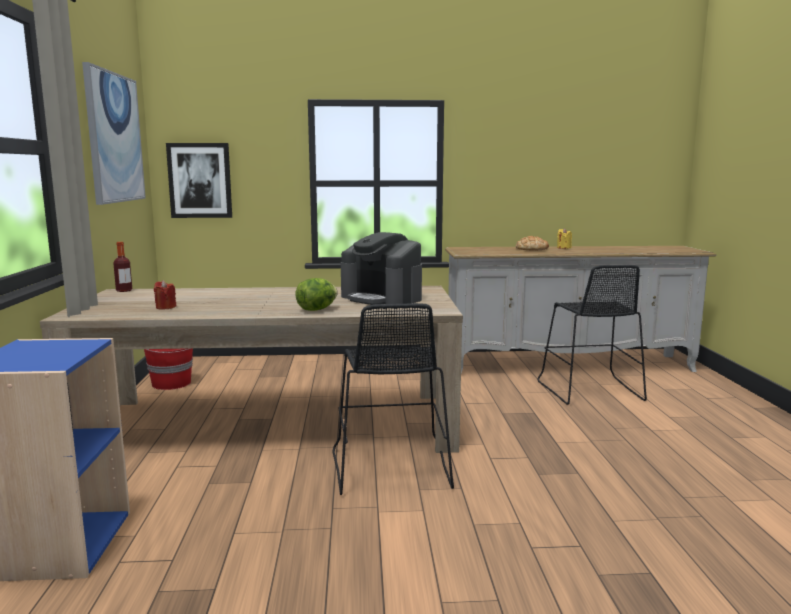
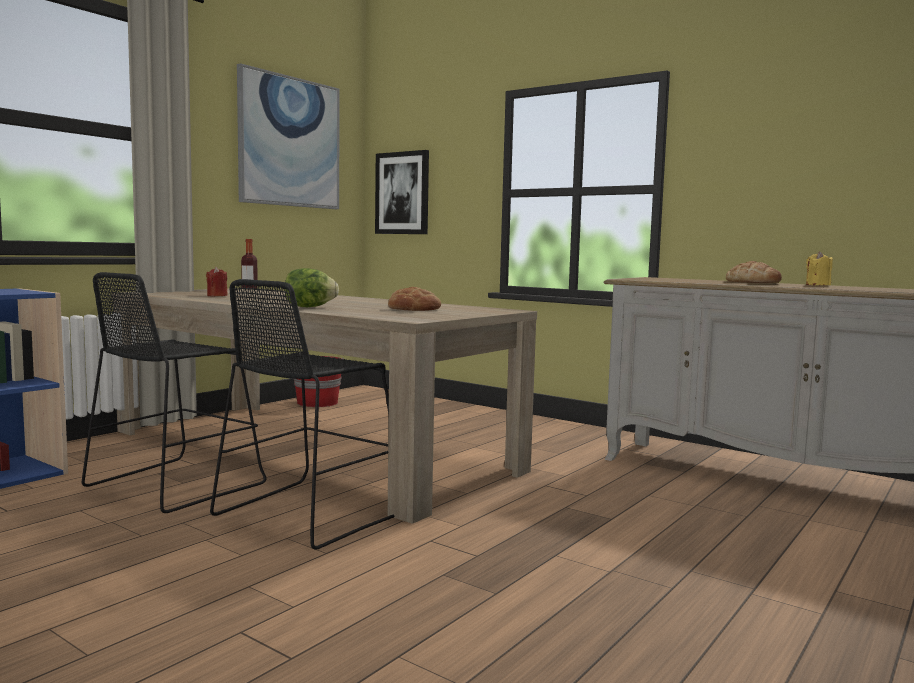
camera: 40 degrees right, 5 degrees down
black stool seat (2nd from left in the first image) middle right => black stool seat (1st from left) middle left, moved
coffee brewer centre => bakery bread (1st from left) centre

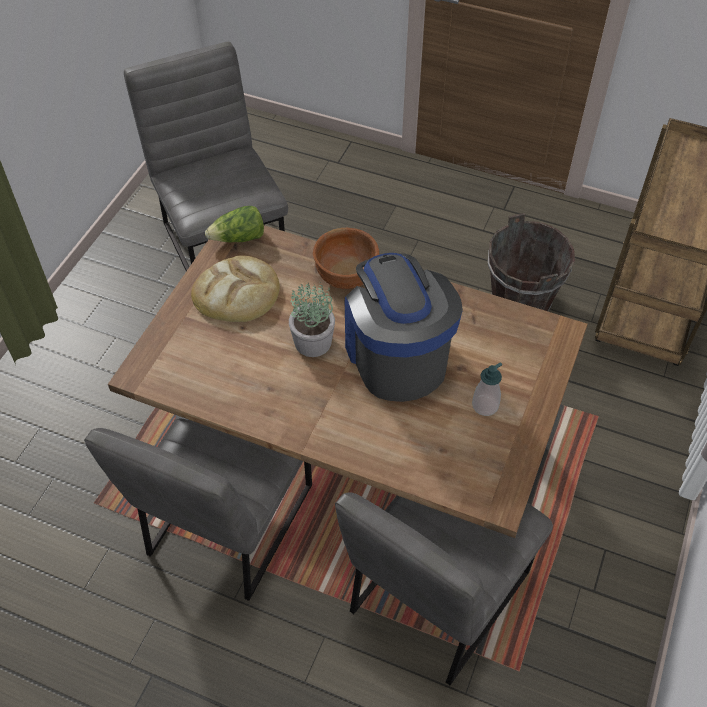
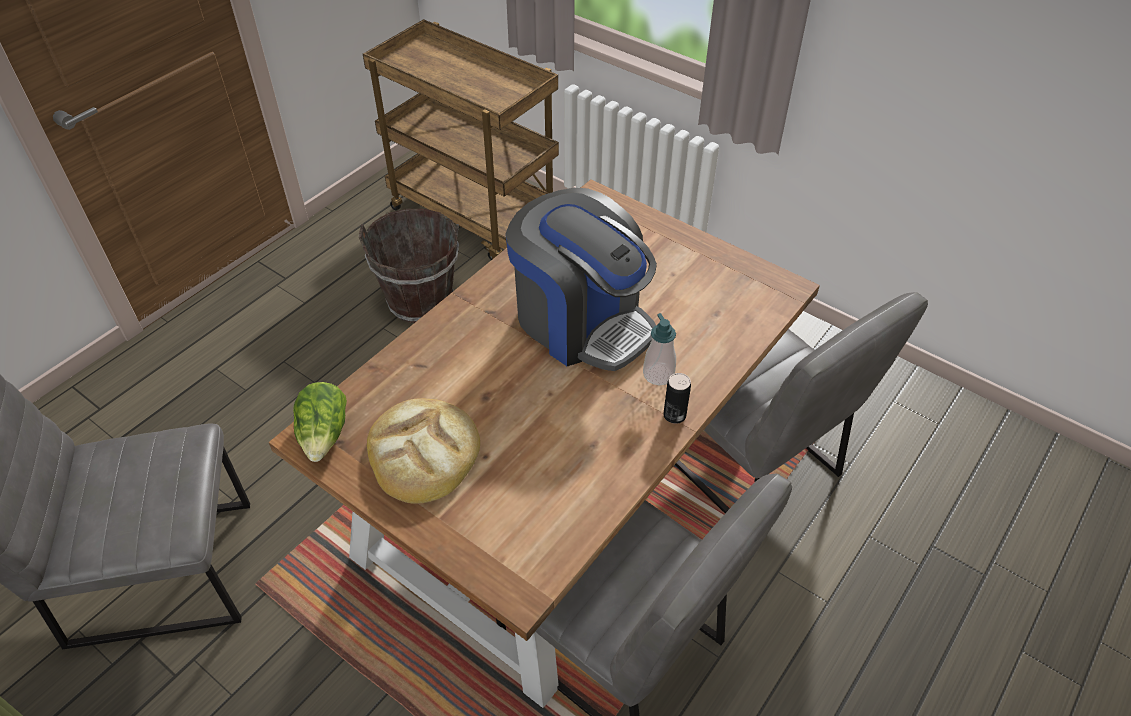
camera: 75 degrees left, 5 degrees down
coffee brewer centre, 135 degrees counterclockwise
liquid soap bottle middle right => liquid soap bottle centre, moved
nothing => sealed can centre
houseplant centre => nothing
brownish deep dish centre => nothing

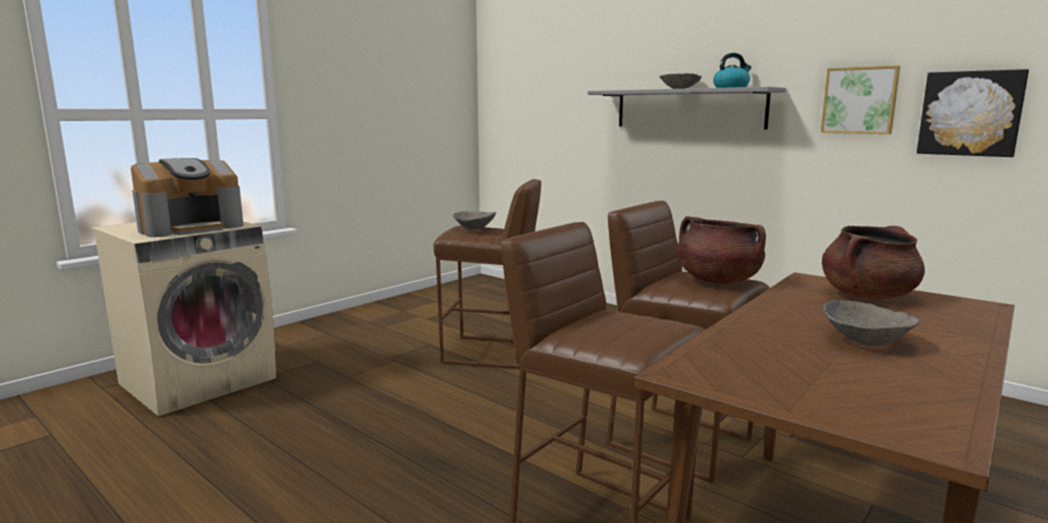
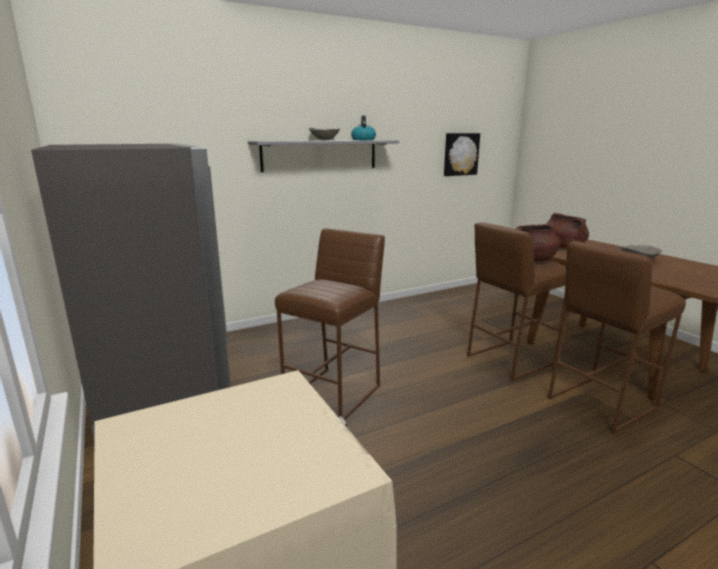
camera: 70 degrees left, 5 degrees up
nothing => grey refrigerator middle left
coffee brewer middle left => nothing
grey deep dish (1st from left) centre => nothing
picture (1st from left) top right => nothing

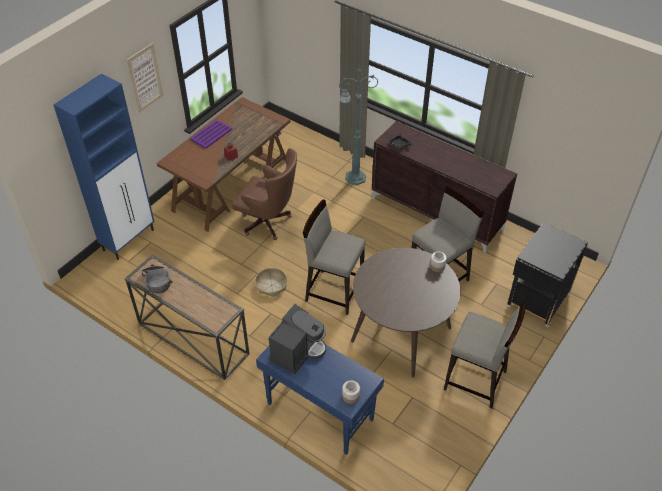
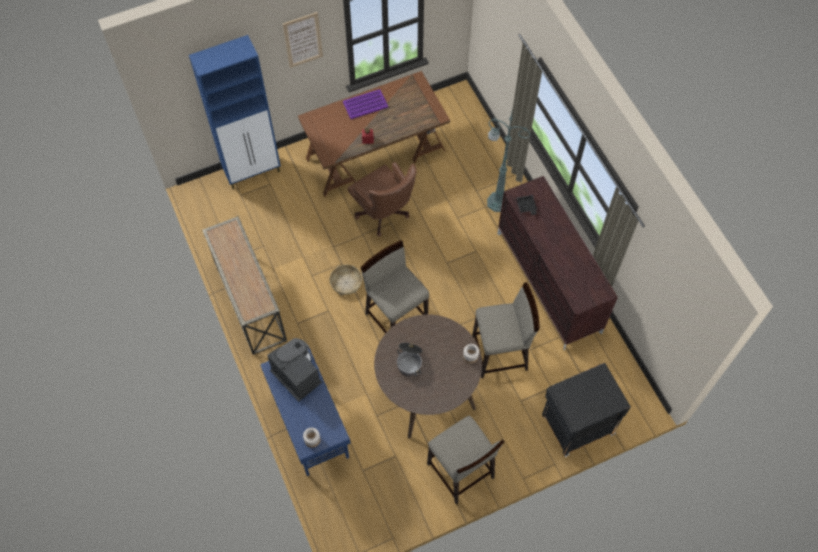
camera: 30 degrees right, 15 degrees up
coffee brewer bottom centre, 105 degrees counterclockwise
cooking pot middle left => cooking pot centre, moved

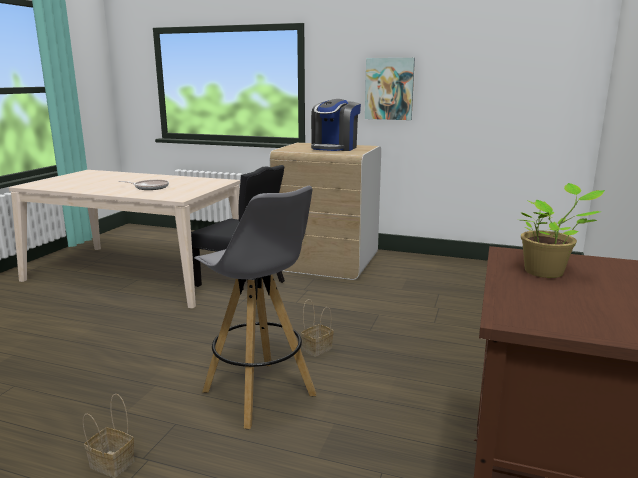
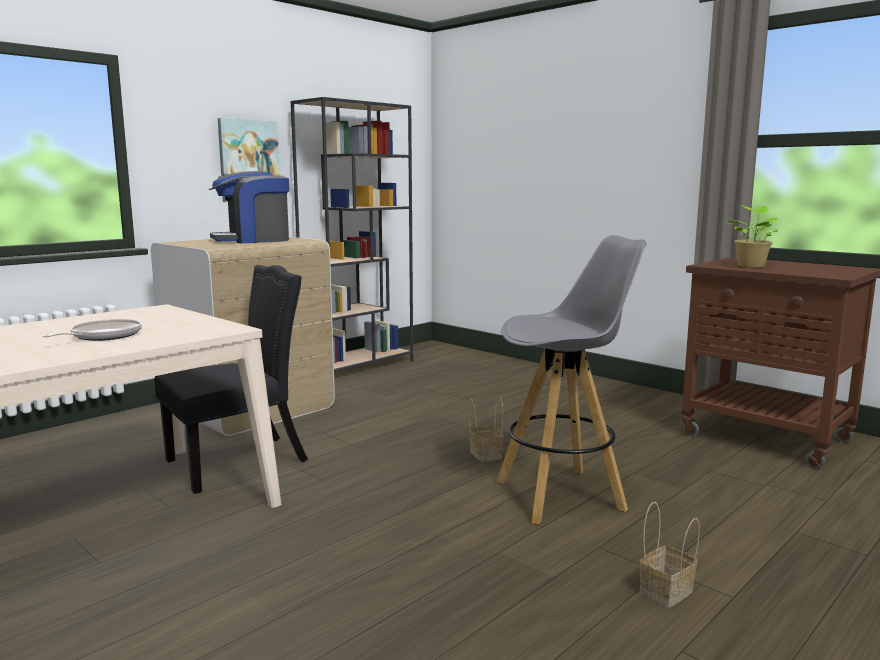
camera: 65 degrees left, 5 degrees down
coffee brewer top centre => coffee brewer top left, 105 degrees clockwise
nothing => bookcase centre

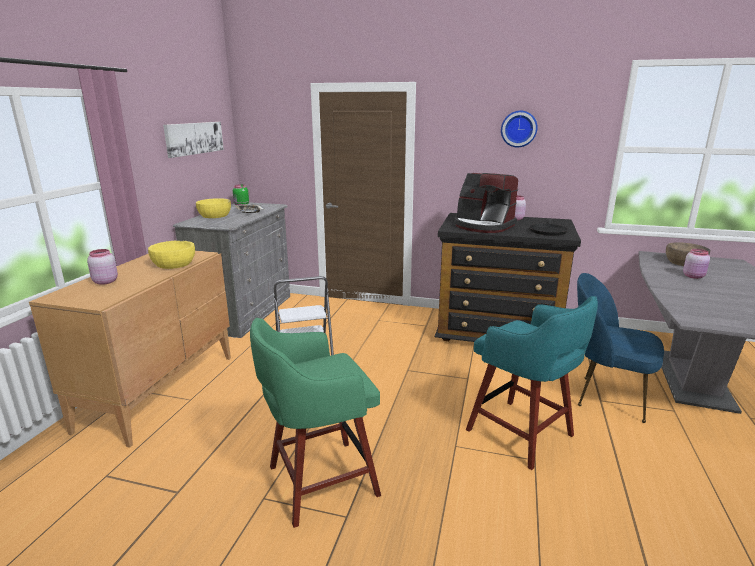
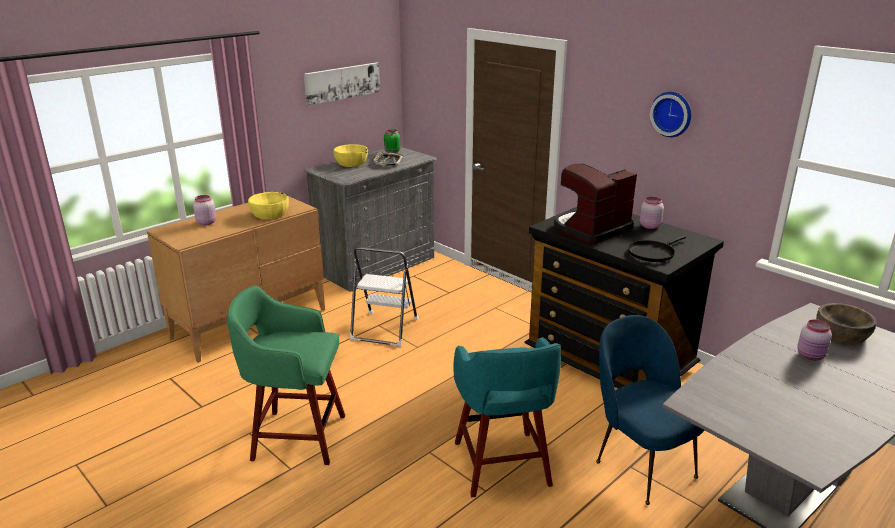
camera: 30 degrees right, 5 degrees up
coffee brewer centre, 75 degrees clockwise

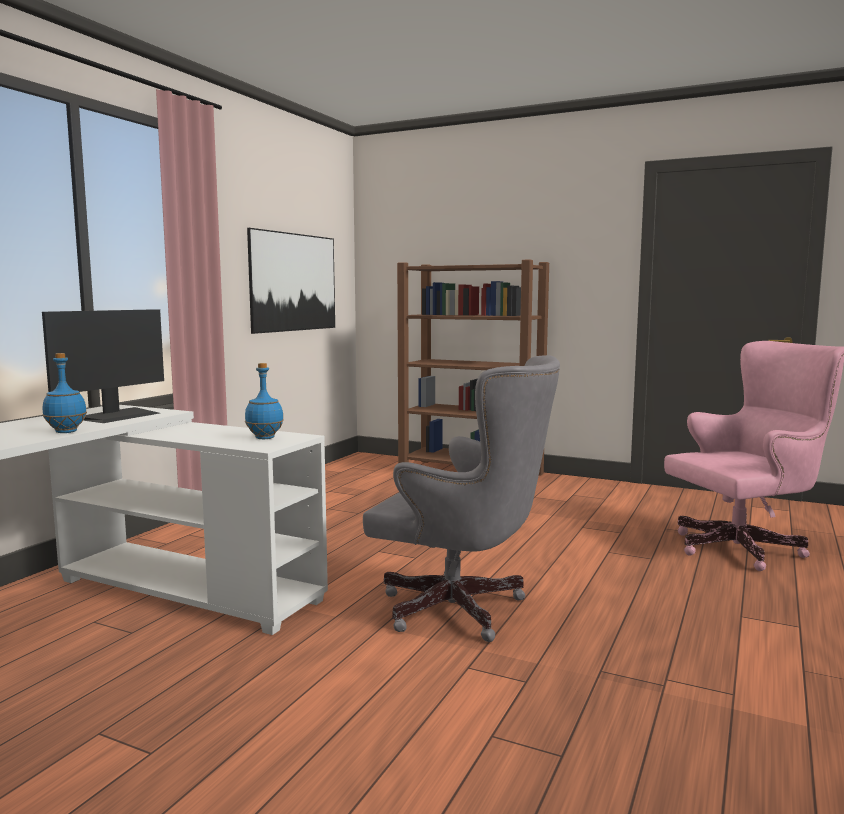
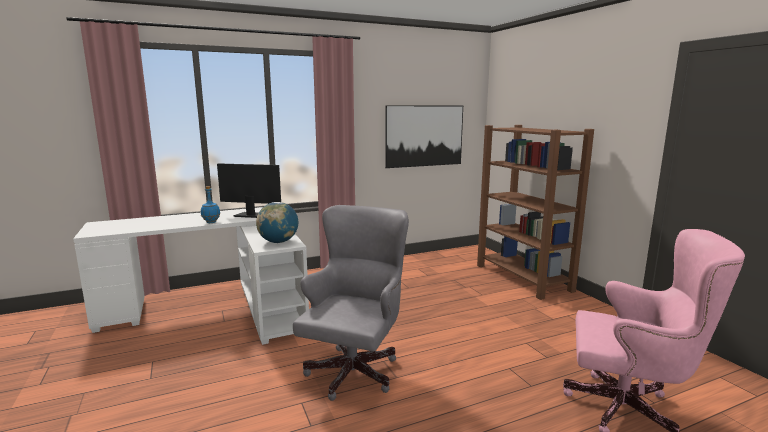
camera: 40 degrees right, 5 degrees up
computer display middle left, 150 degrees counterclockwise
bluish beverage bottle (2nd from left) middle left => world globe centre
grey office chair centre => grey office chair bottom centre, 135 degrees counterclockwise

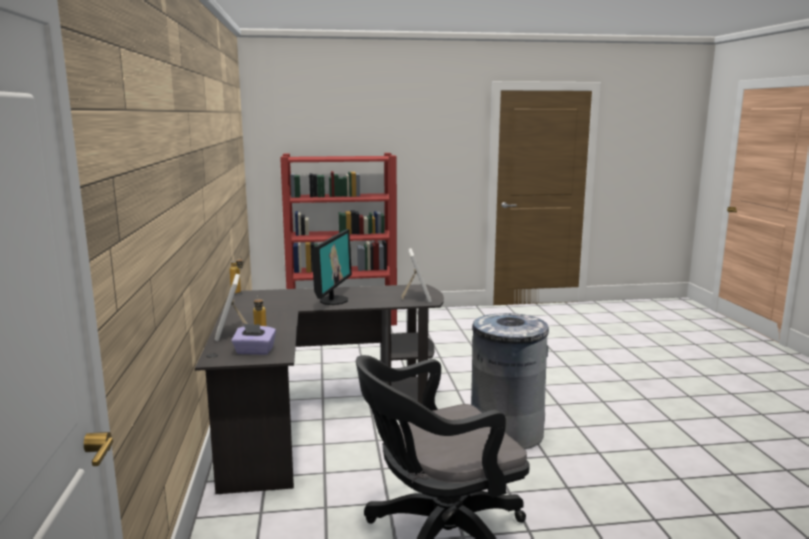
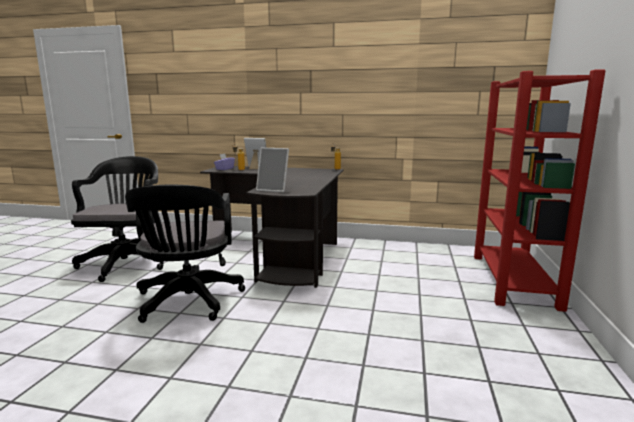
camera: 110 degrees right, 0 degrees up
grey rubbish bin bottom centre => black office chair (2nd from left) middle left
computer display centre => nothing

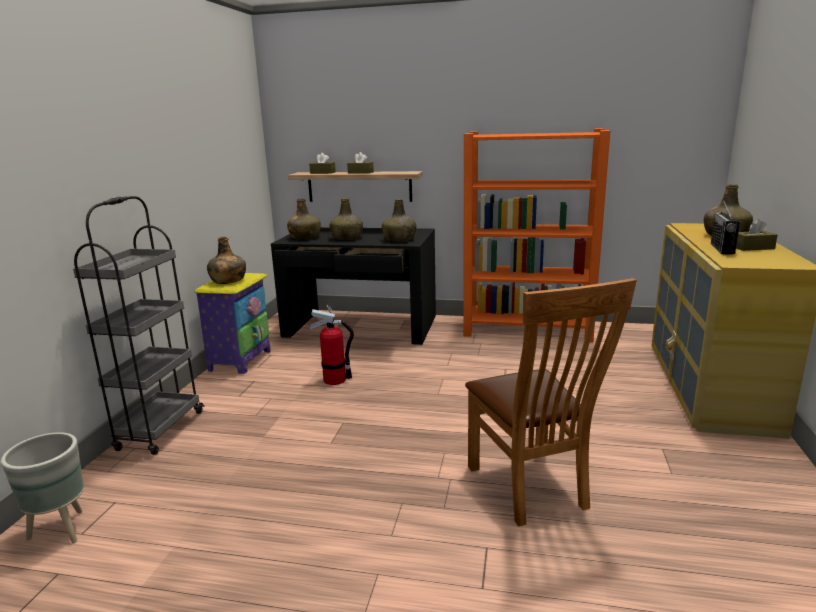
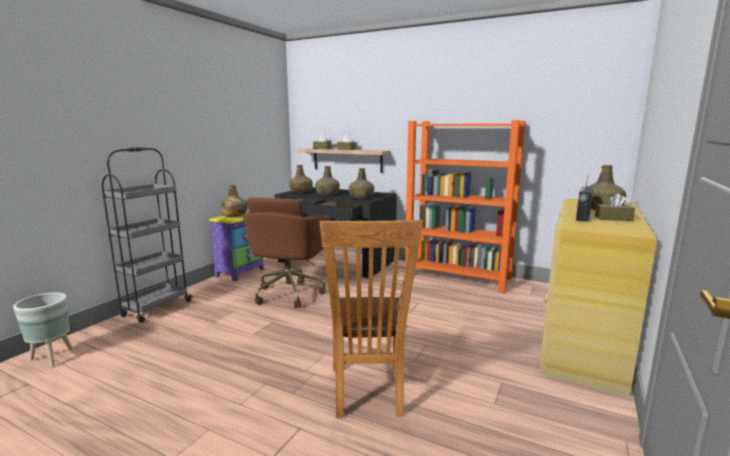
camera: 15 degrees right, 5 degrees down
fire extinguisher centre => brownish office chair centre

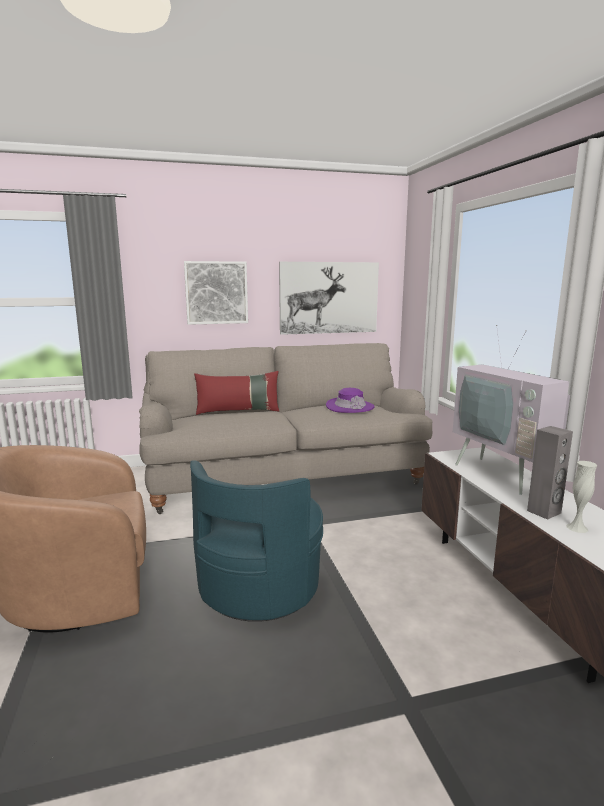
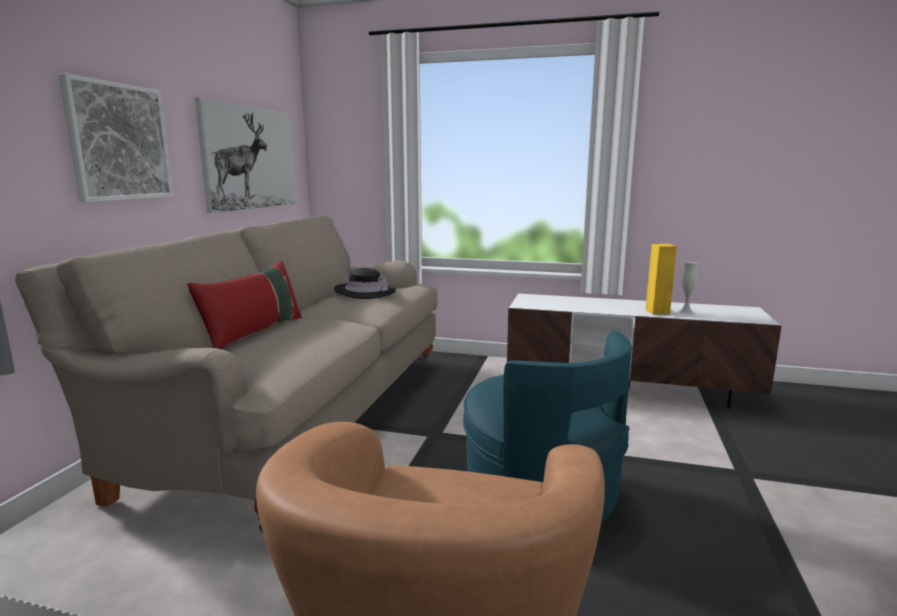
camera: 60 degrees left, 0 degrees up
purplish wearable hat centre => black wearable hat centre
grey audio speaker middle right => yellowish audio speaker middle right
television middle right => nothing

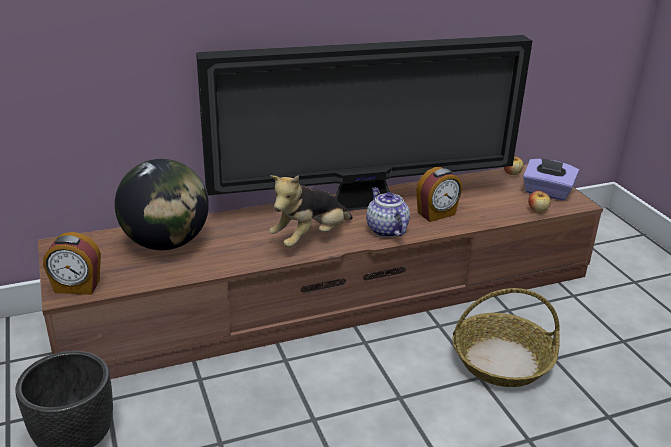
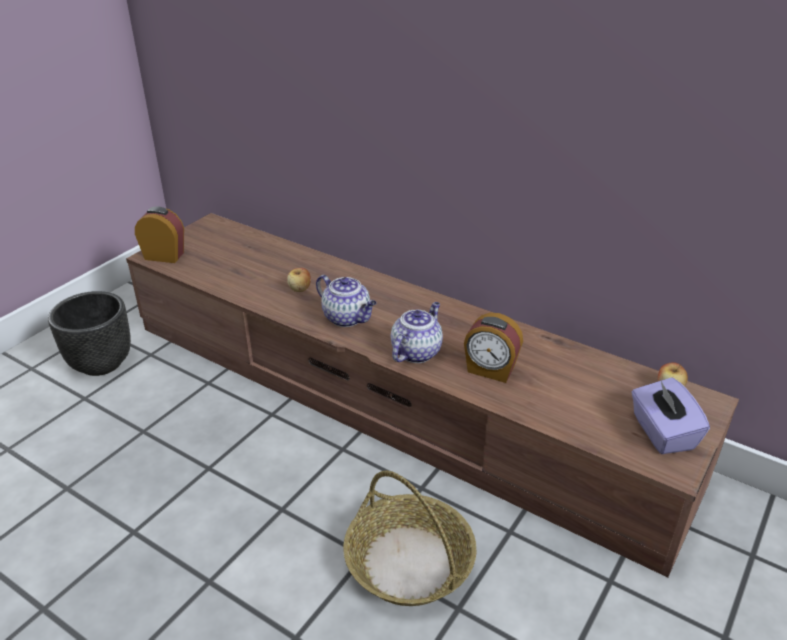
camera: 55 degrees right, 5 degrees up
table clock (1st from left) middle left, 135 degrees clockwise
apple fruit (2nd from left in the first image) middle right => apple fruit (1st from left) centre, moved
soft toy centre => teapot (1st from left) centre
world globe middle left => nothing
television top centre => nothing

